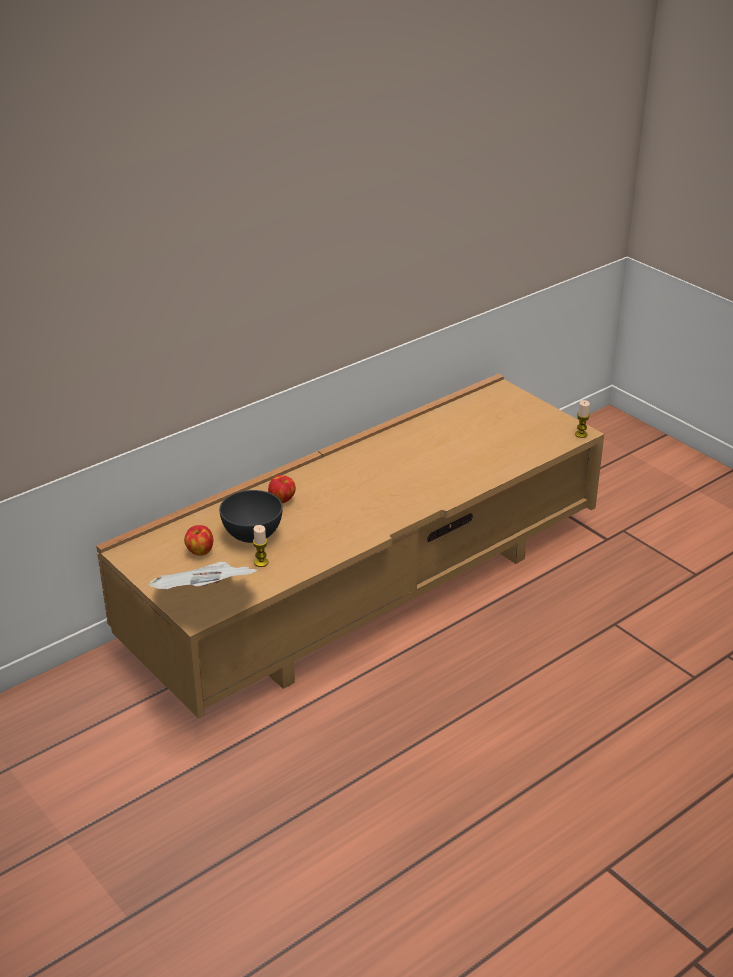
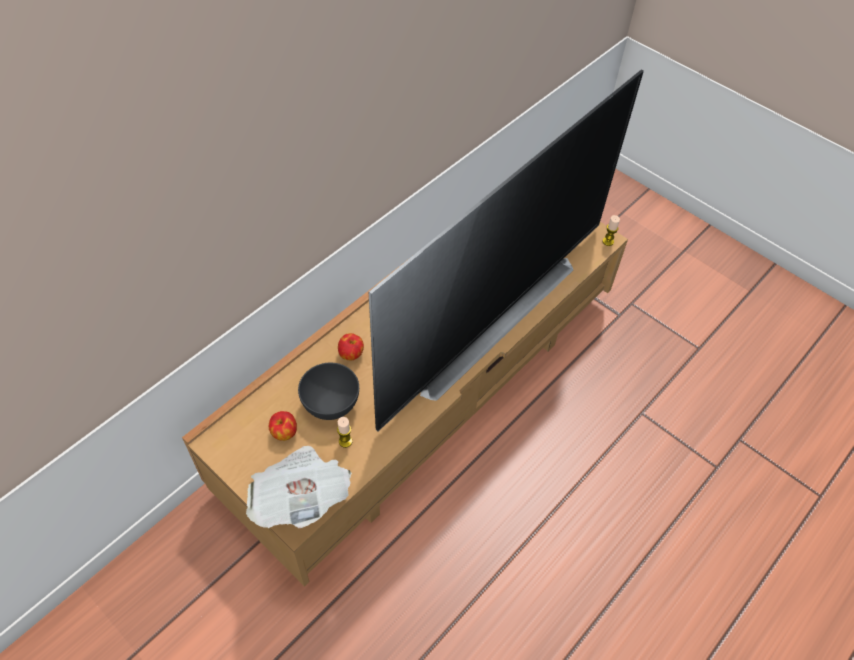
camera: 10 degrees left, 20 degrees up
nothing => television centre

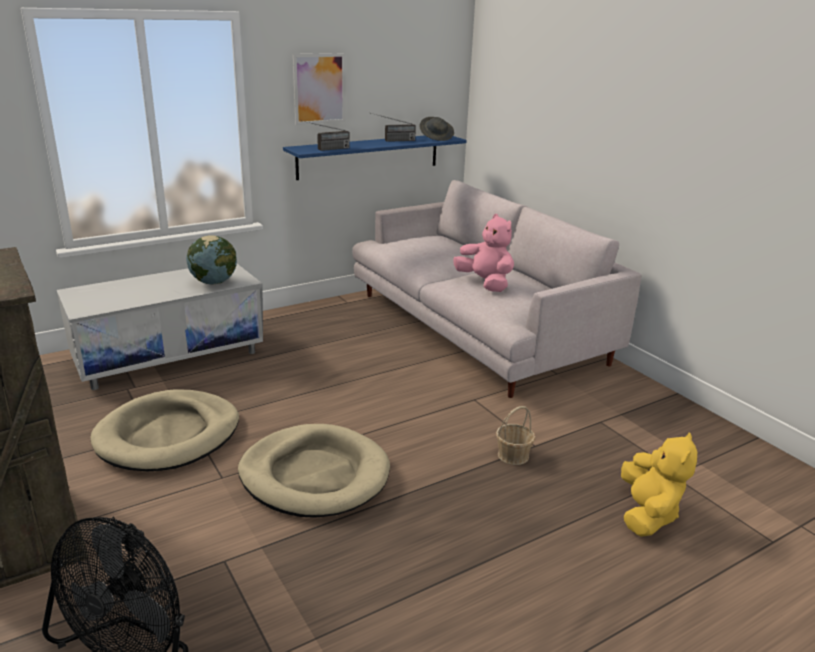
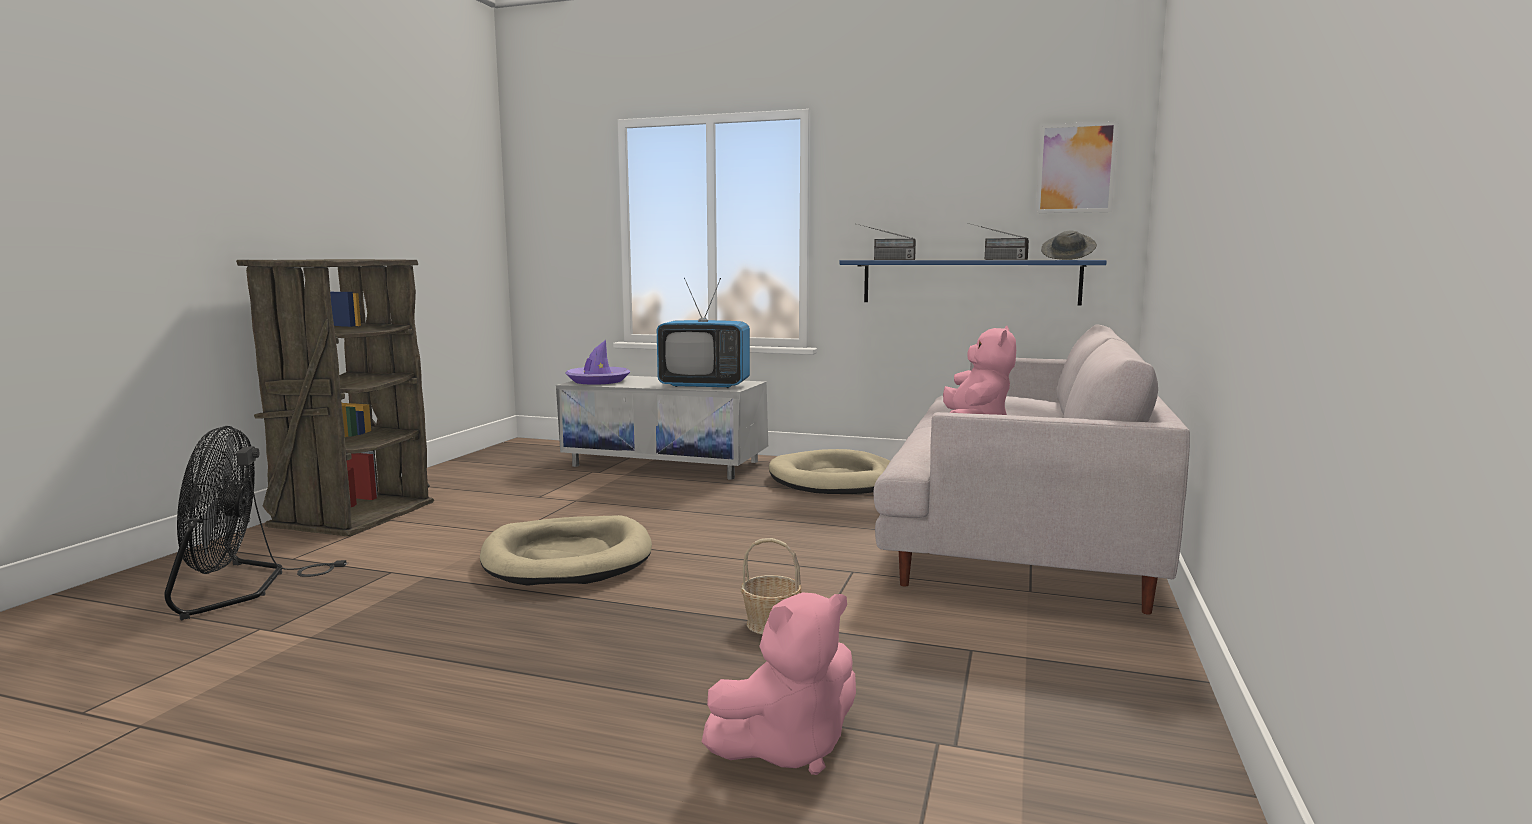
camera: 50 degrees right, 15 degrees down
nothing => purplish wearable hat centre
world globe middle left => television centre
yellowish soft toy bottom right => pinkish soft toy (1st from left) bottom centre
sand-coloured pet bed (1st from left in the first image) middle left => sand-coloured pet bed (2nd from left) centre, moved
picture top centre => picture top right, moved

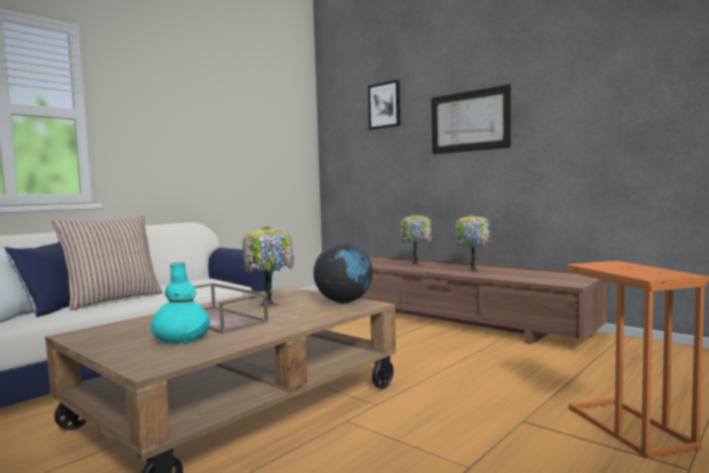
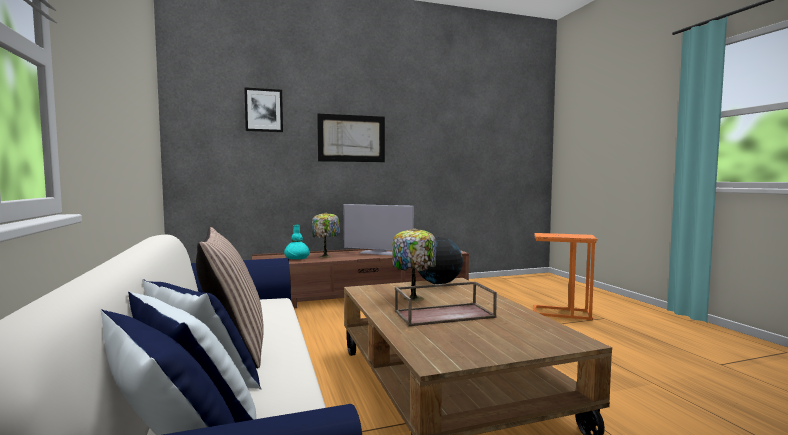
camera: 60 degrees left, 0 degrees up
turquoise decorative vase middle left => turquoise decorative vase centre, moved
lamp for a table (3rd from left) middle right => television centre

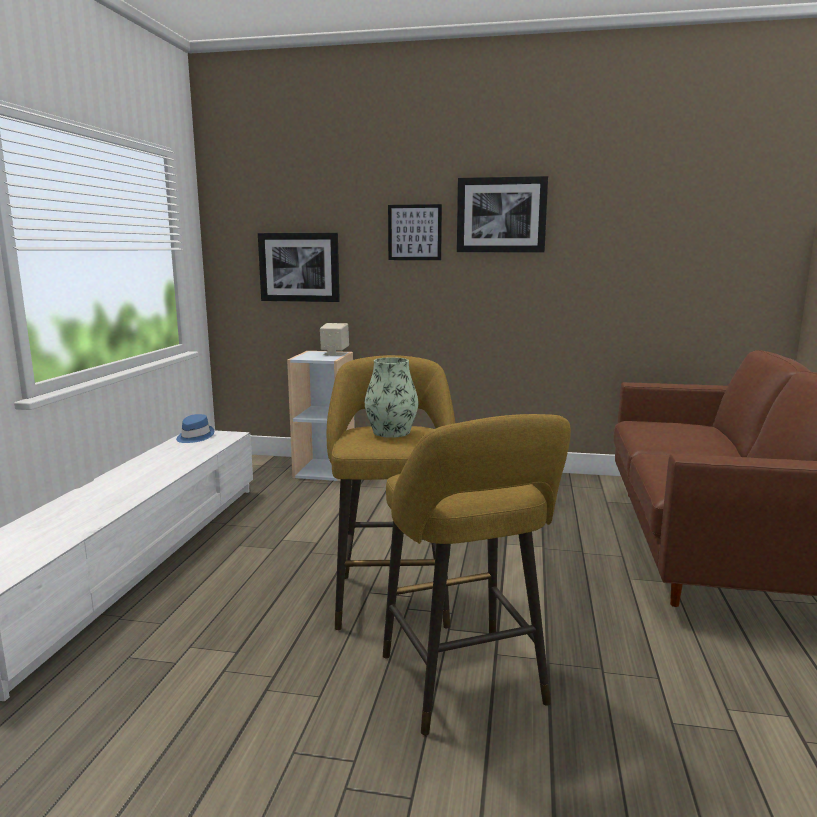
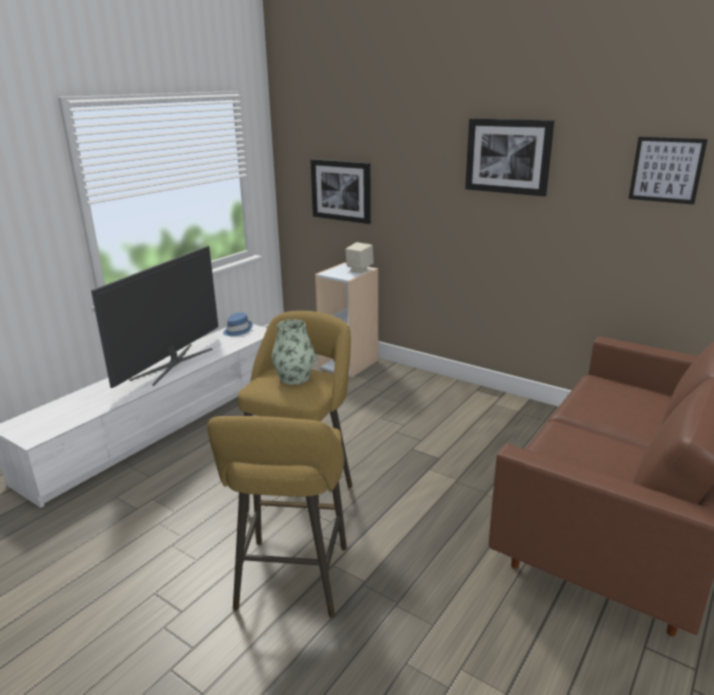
camera: 25 degrees right, 10 degrees up
nothing => television middle left
picture (2nd from left in the first image) top centre => picture (3rd from left) top right, moved

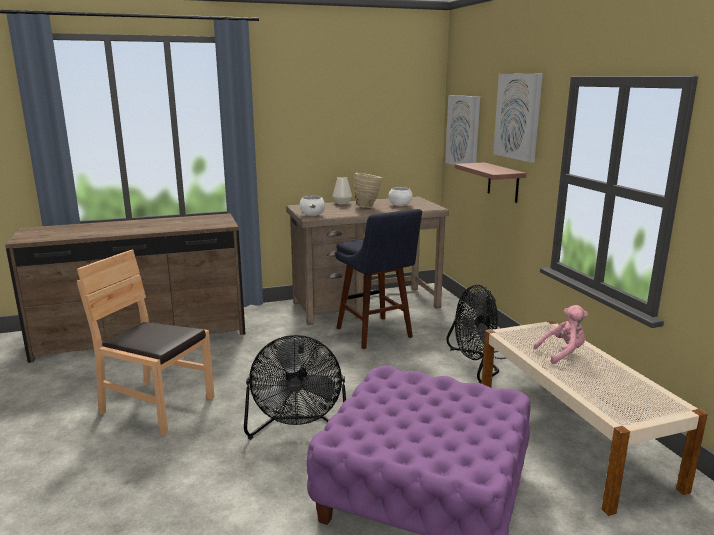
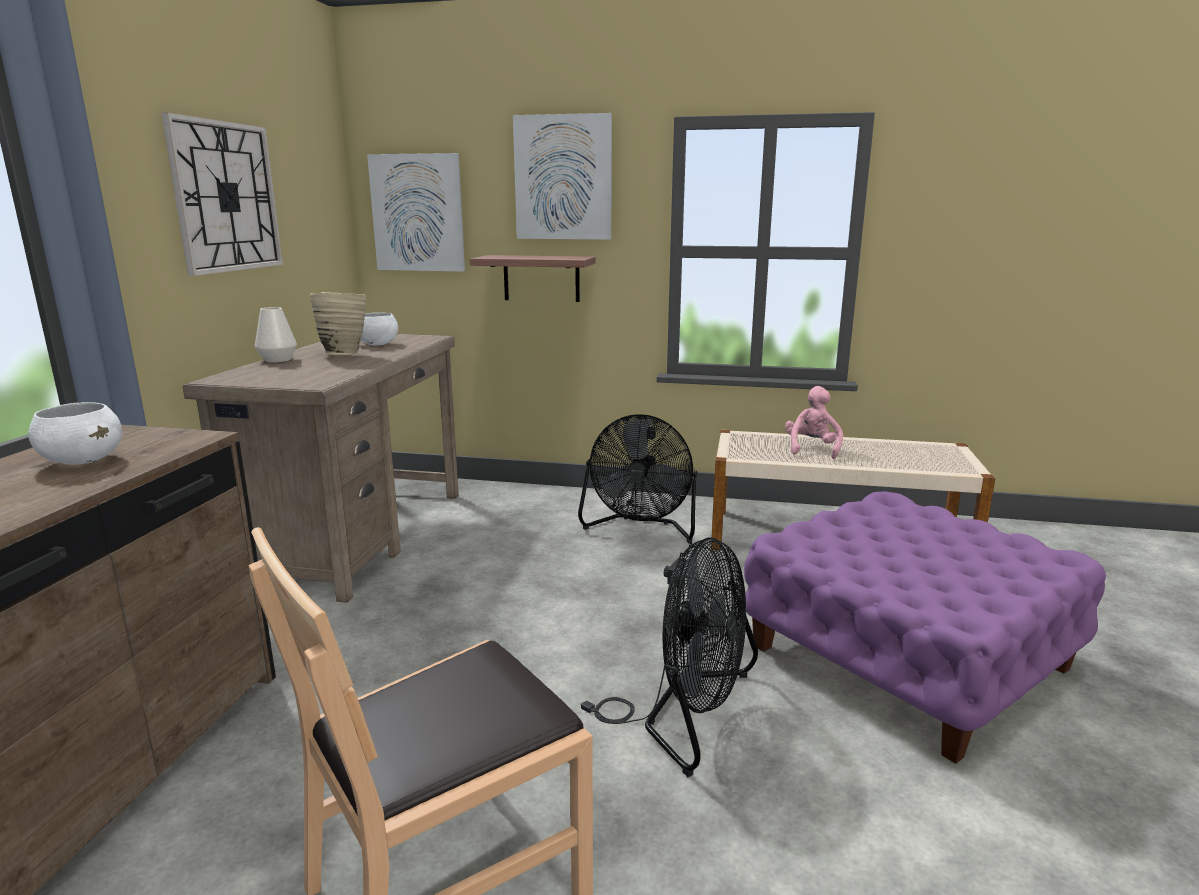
camera: 60 degrees left, 0 degrees up
white deep dish (1st from left) centre => white deep dish (1st from left) middle left, moved
nothing => clock on the wall top left
bluish stool seat centre => nothing

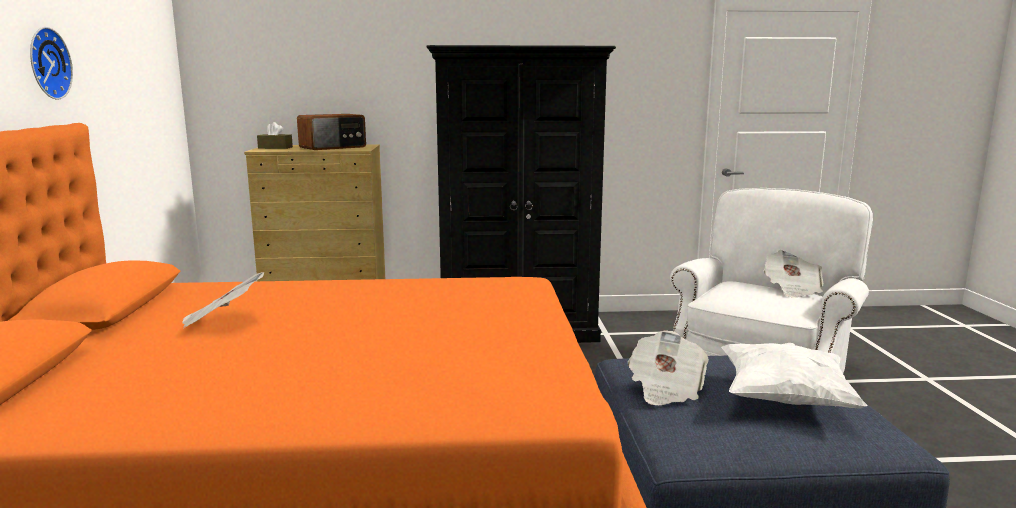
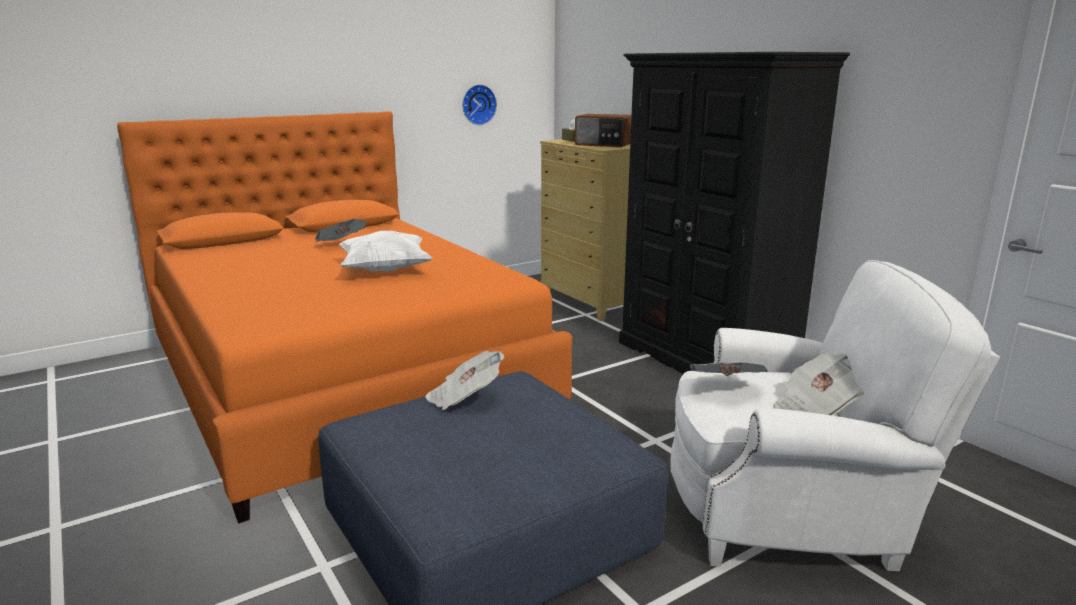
camera: 60 degrees right, 5 degrees up
white cushion bottom right => white cushion centre, moved
clock on the wall top left => clock on the wall top centre, moved
nothing => newspaper (3rd from left) middle right

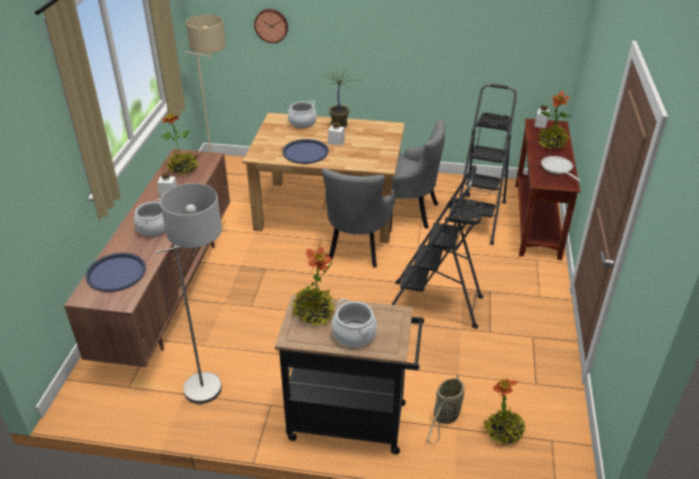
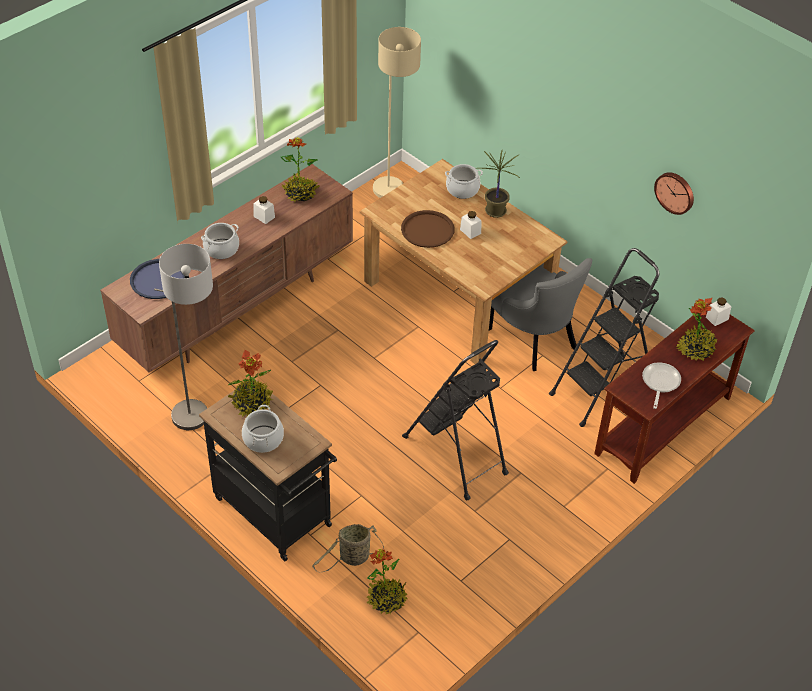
camera: 35 degrees right, 10 degrees up
bluish serving tray (2nd from left) top centre => brownish serving tray top centre
clock on the wall top centre => clock on the wall top right, moved
grey plain chair (1st from left) centre => nothing

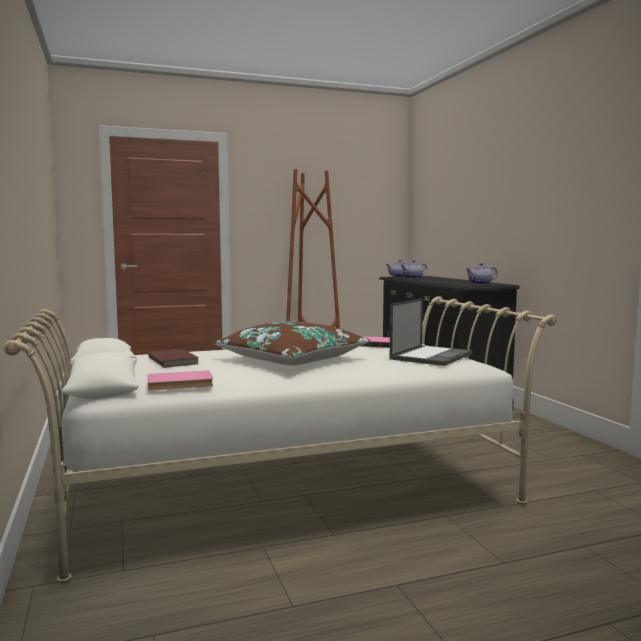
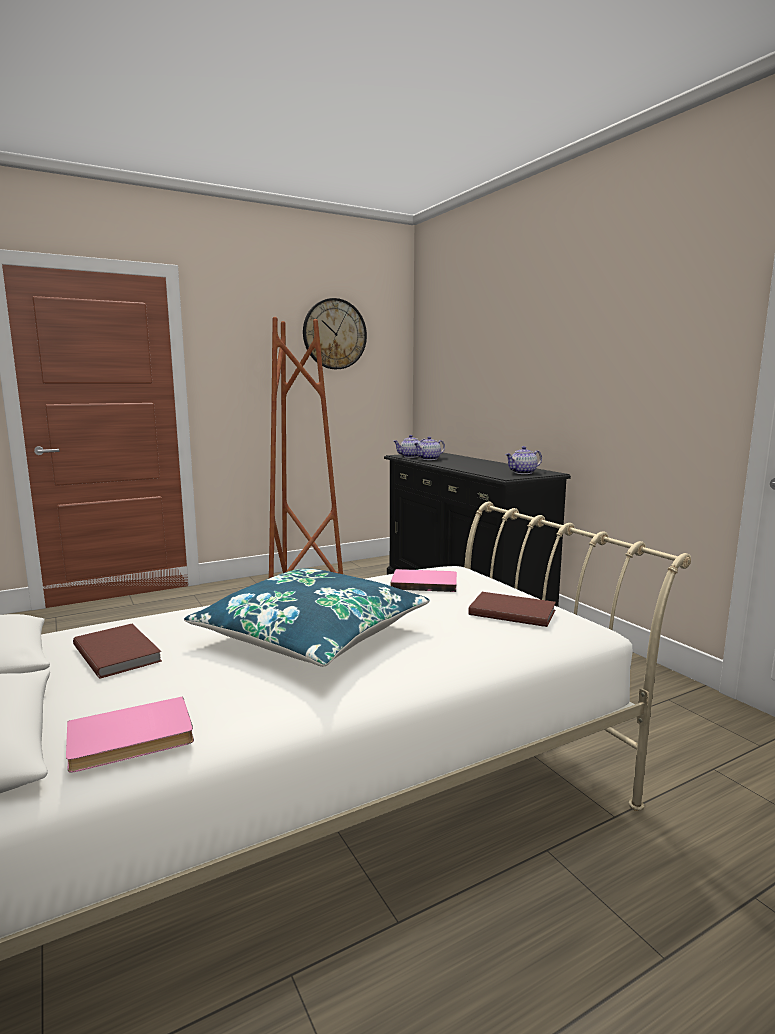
camera: 10 degrees left, 5 degrees up
brownish cushion centre => bluish cushion centre
nothing => clock on the wall top centre
laptop middle right => brownish book (2nd from left) centre

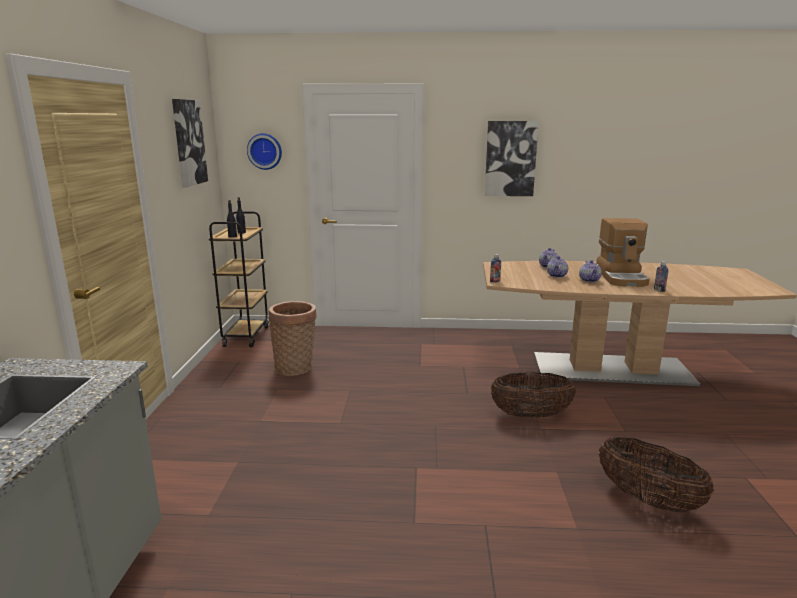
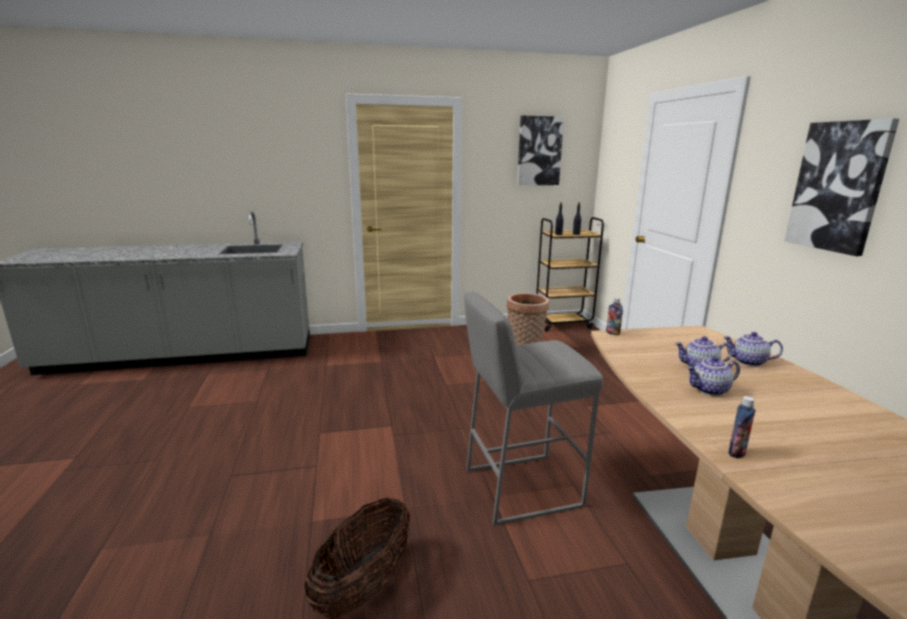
camera: 75 degrees right, 0 degrees up
basket (2nd from left) middle right => grey stool seat centre
clock on the wall top left => nothing
coffee brewer middle right => nothing

